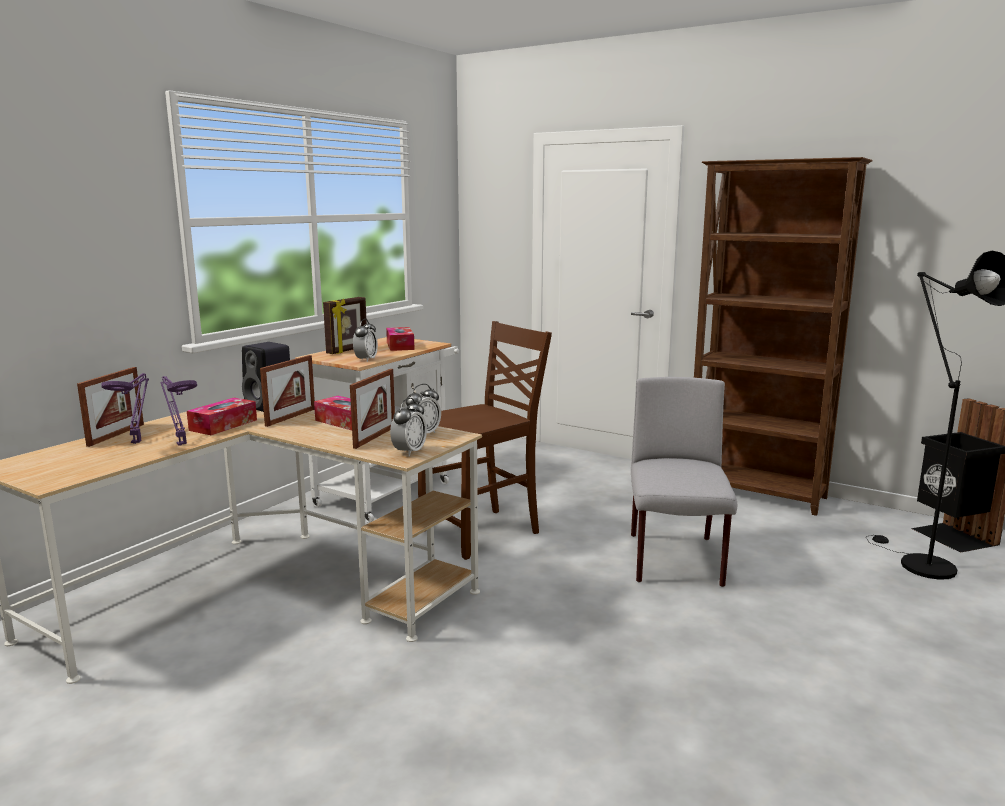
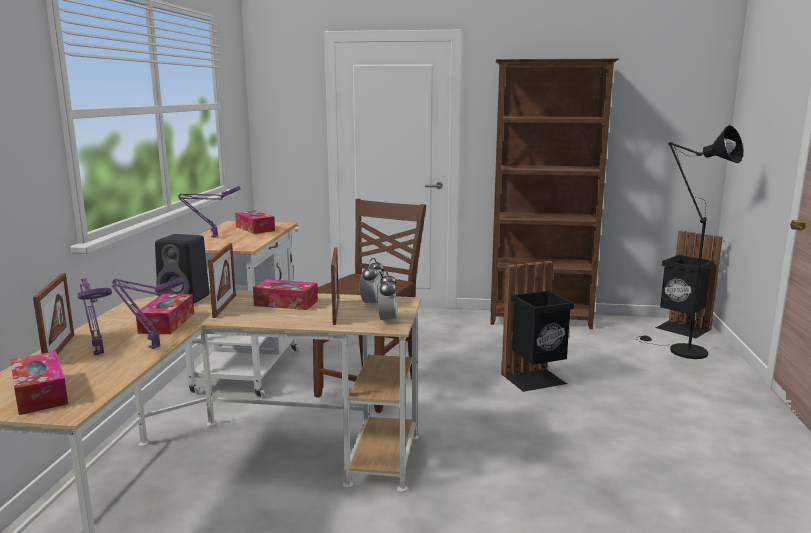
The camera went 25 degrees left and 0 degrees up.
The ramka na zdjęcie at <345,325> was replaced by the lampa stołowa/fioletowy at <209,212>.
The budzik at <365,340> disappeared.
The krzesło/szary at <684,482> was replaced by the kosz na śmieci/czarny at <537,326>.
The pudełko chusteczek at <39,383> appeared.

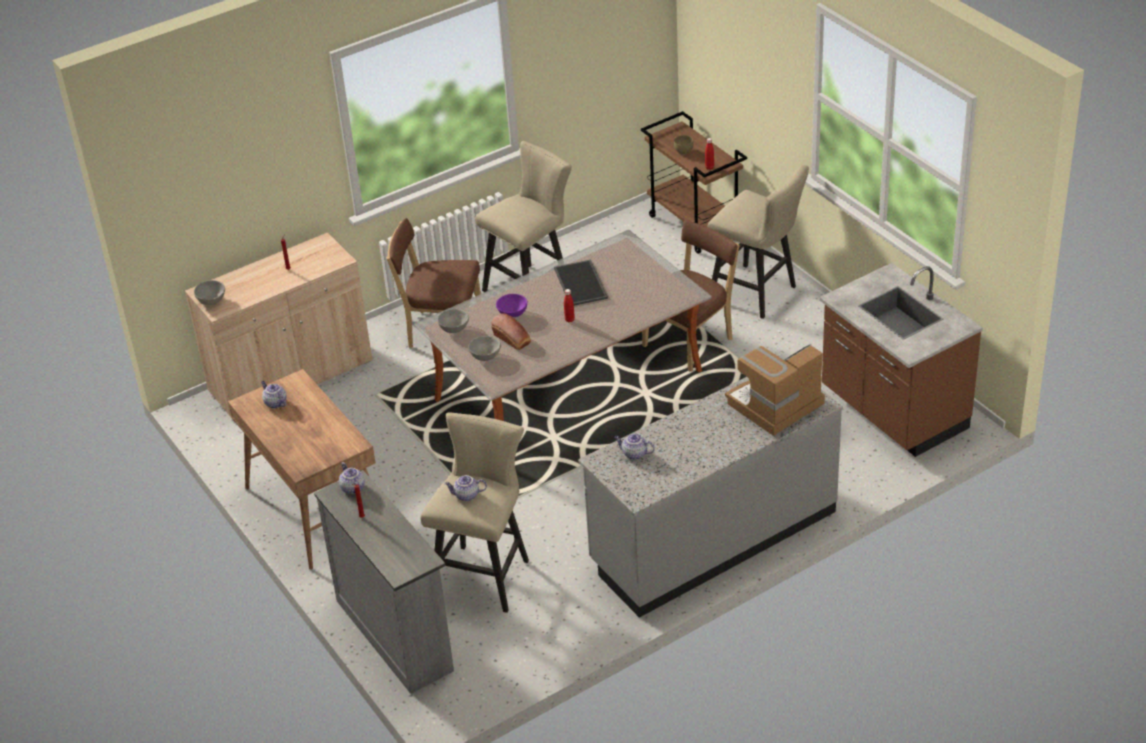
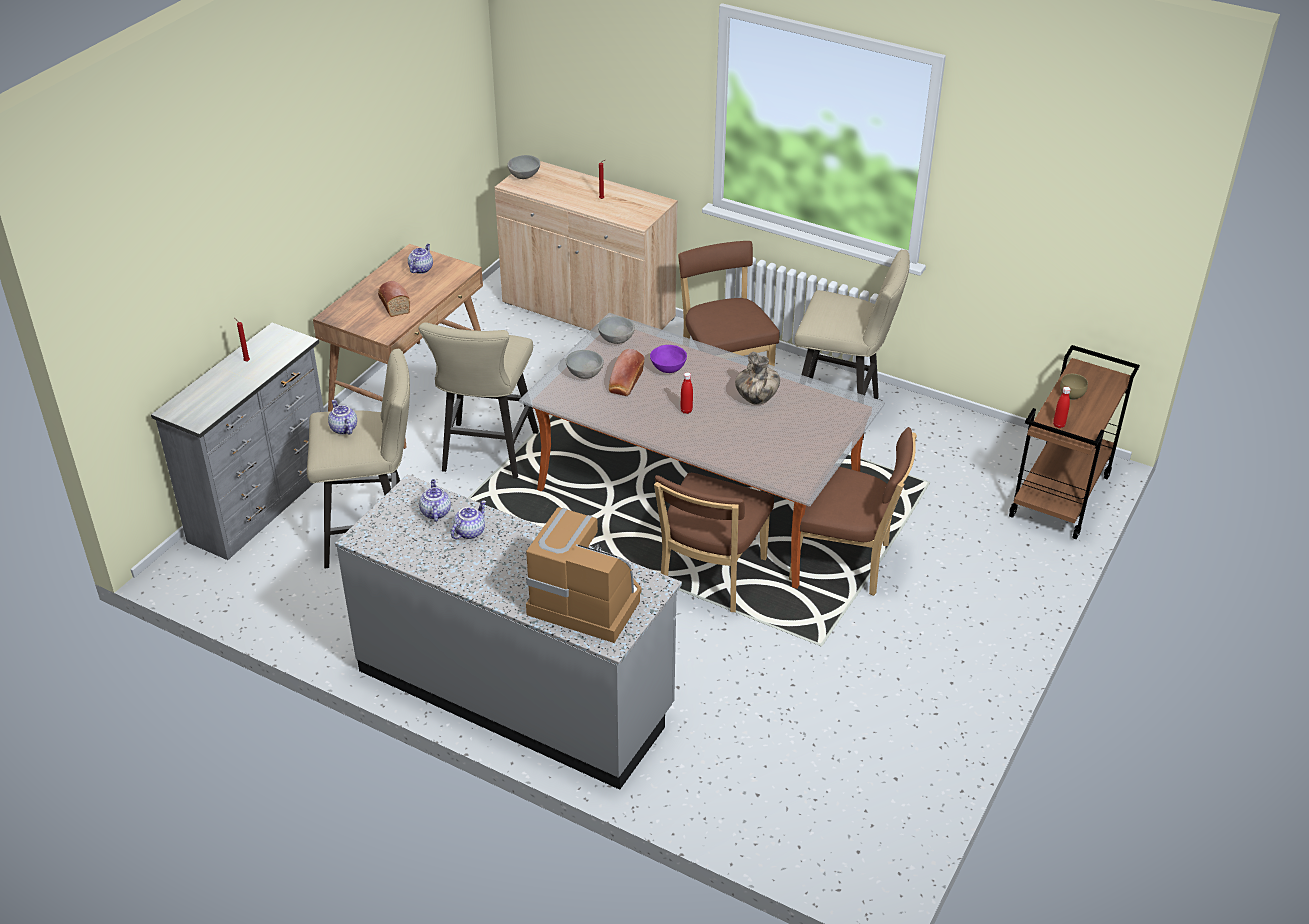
The camera went 60 degrees right and 0 degrees up.
The stołek/beżowy moved from <758,242> to <478,400>.
The taca at <581,283> was replaced by the wazon at <757,378>.
The zabudowa kuchenna/brązowy at <901,360> disappeared.
The imbryk moved from <352,478> to <468,520>.
The chleb at <394,299> appeared.
The krzesło/brązowy at <714,542> appeared.

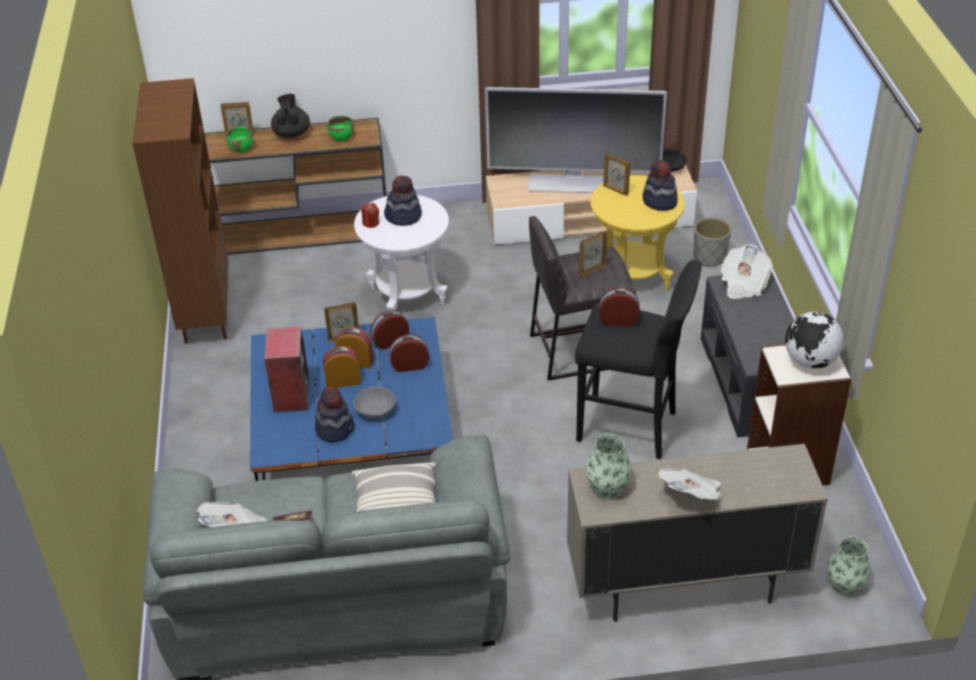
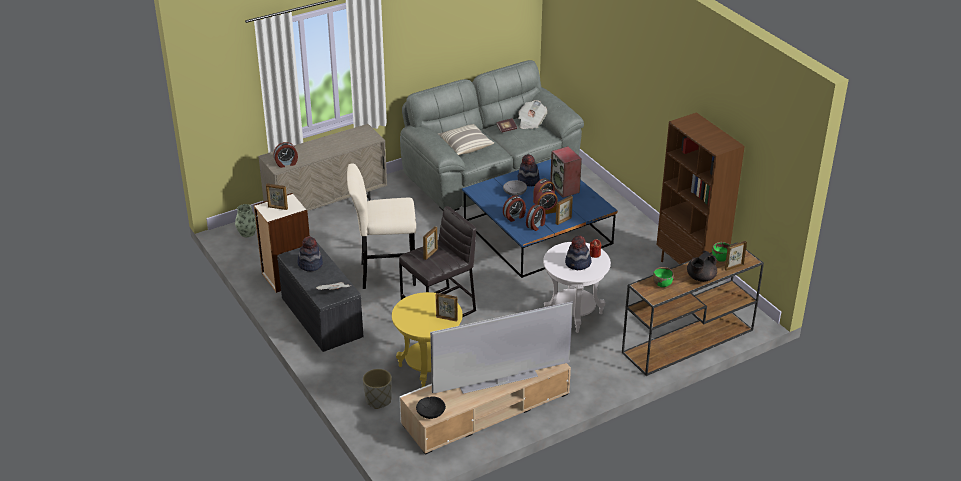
The camera went 155 degrees right and 5 degrees down.
The imbryk/czarny at <290,116> turned 75 degrees clockwise.
The kapelusz moved from <660,185> to <310,254>.
The stołek/czarny at <638,359> became the stołek/beżowy at <381,226>.
The budzik moved from <619,307> to <286,155>.
The globus at <814,340> was replaced by the ramka na zdjęcie at <277,196>.
The wazon at <609,466> disappeared.
The gazeta at <689,484> disappeared.

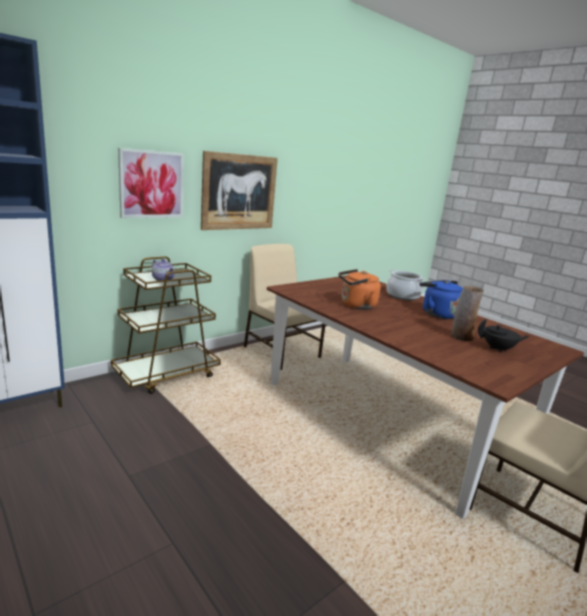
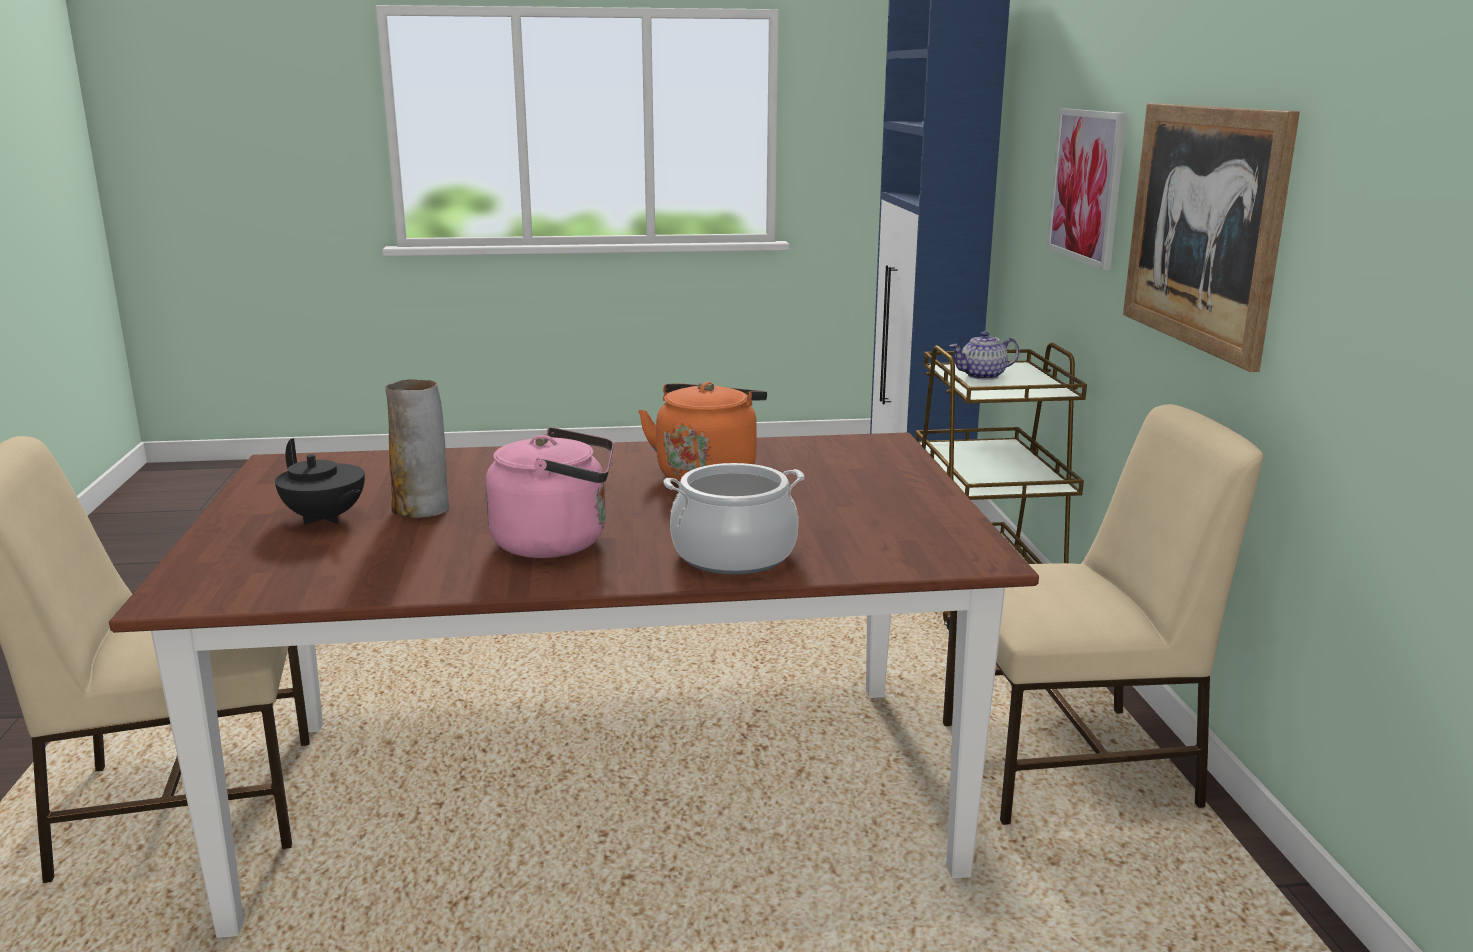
The camera went 125 degrees right and 0 degrees up.
The czajnik/niebieski at <441,299> became the czajnik/różowy at <549,492>.
The imbryk/czarny at <504,336> turned 90 degrees counterclockwise.

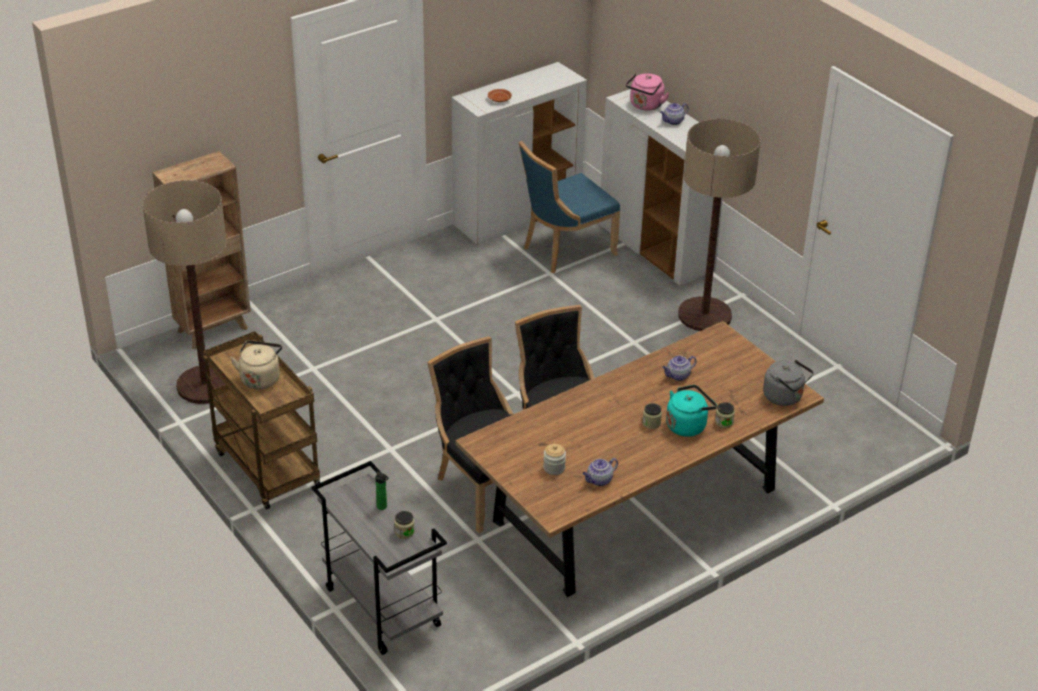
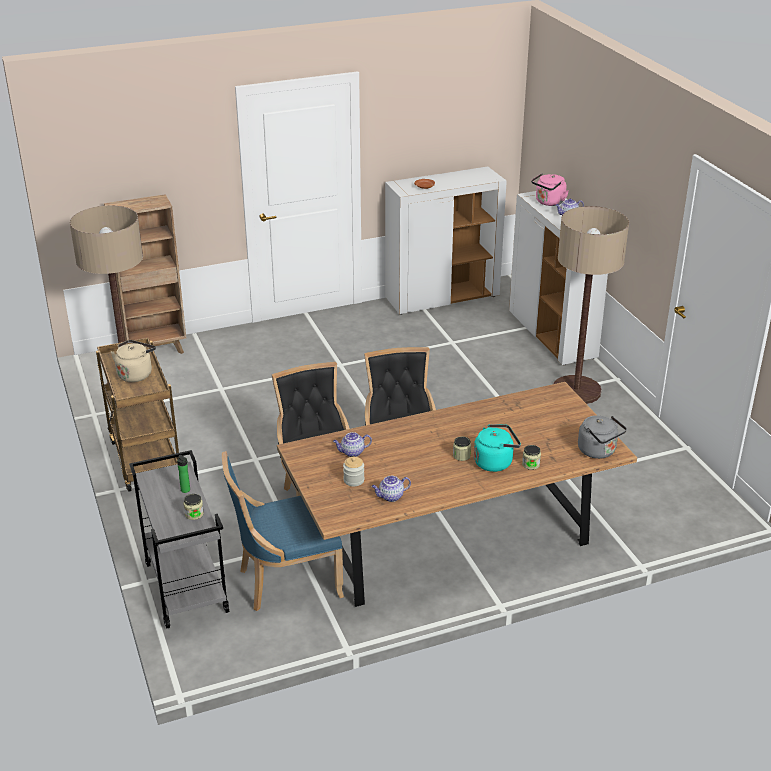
The camera went 15 degrees right and 5 degrees down.
The krzesło/niebieski moved from <569,207> to <283,531>.
The imbryk moved from <679,368> to <352,444>.

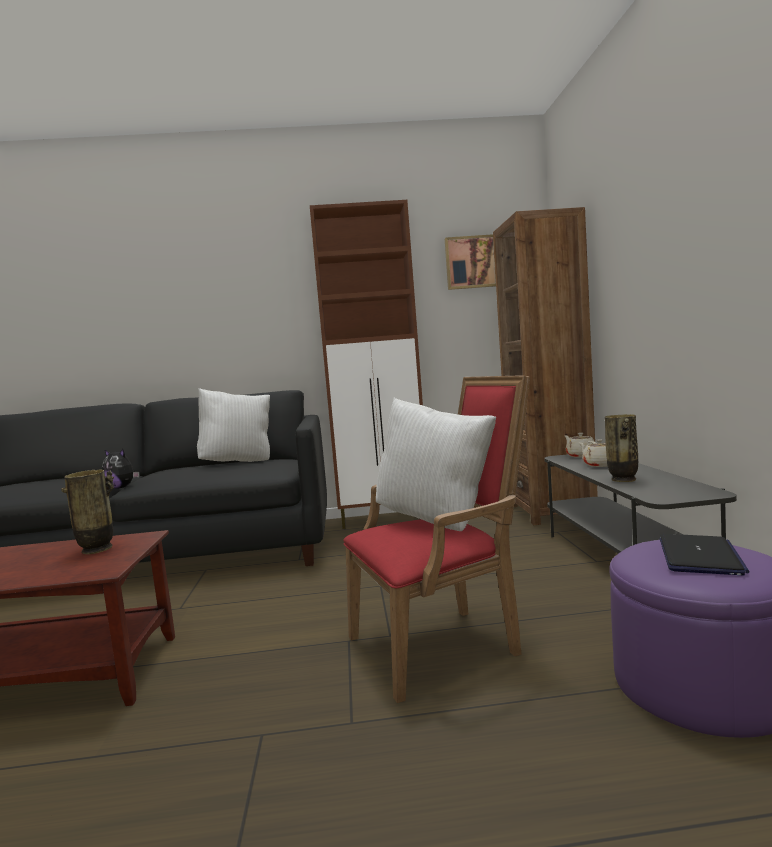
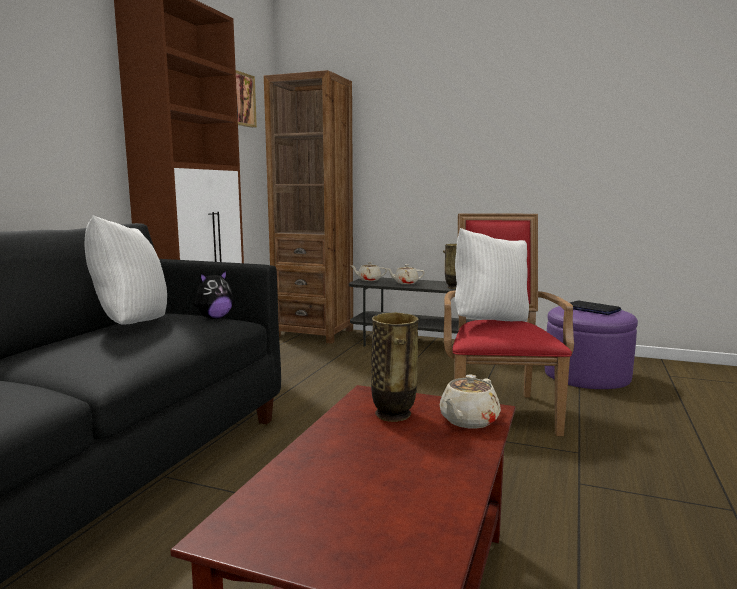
The camera went 65 degrees left and 5 degrees up.
The pluszak moved from <120,469> to <213,295>.
The imbryk/beżowy at <470,402> appeared.

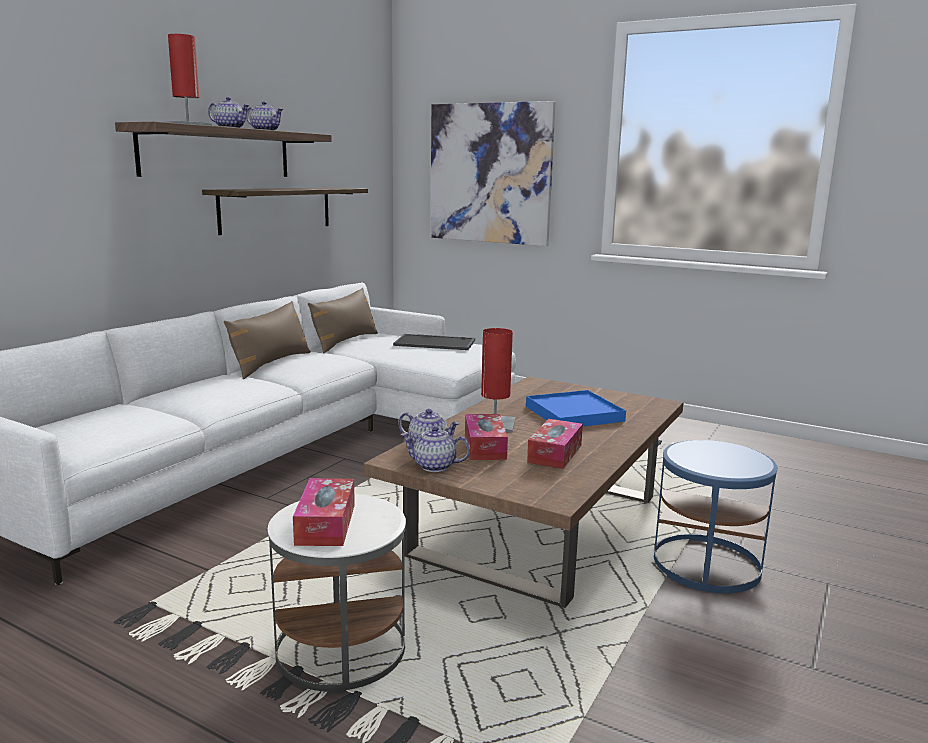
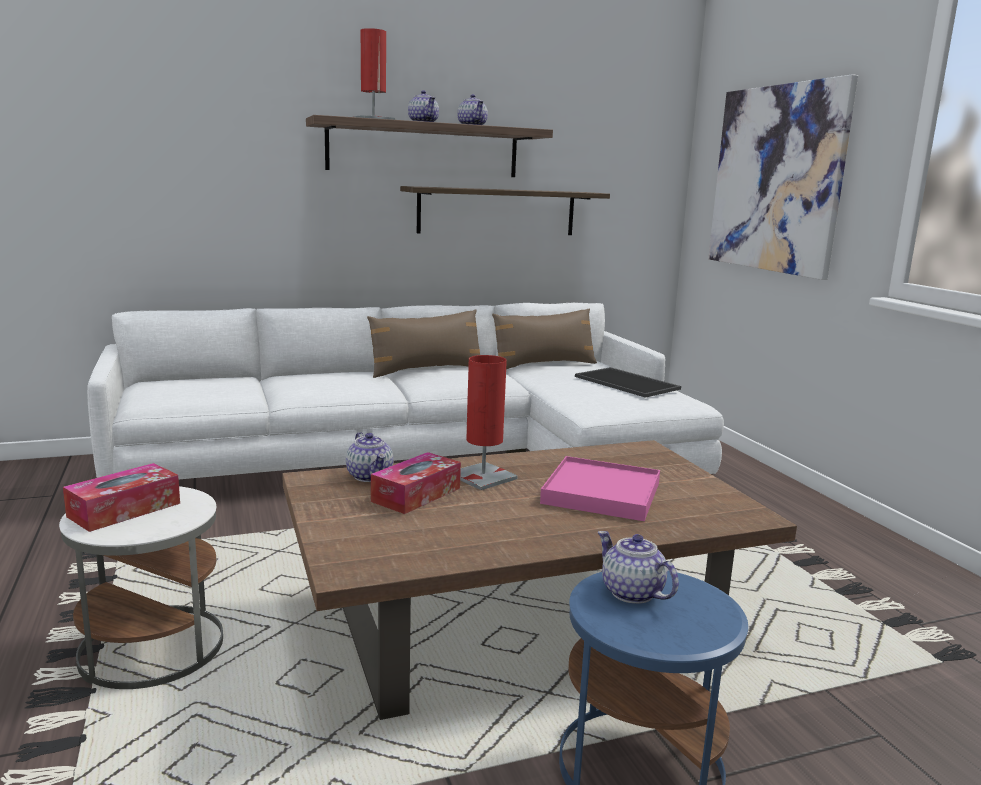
The camera went 40 degrees right and 0 degrees up.
The taca/niebieski at <576,408> became the taca/różowy at <600,488>.
The pudełko chusteczek at <555,444> disappeared.
The imbryk moved from <435,449> to <638,567>.

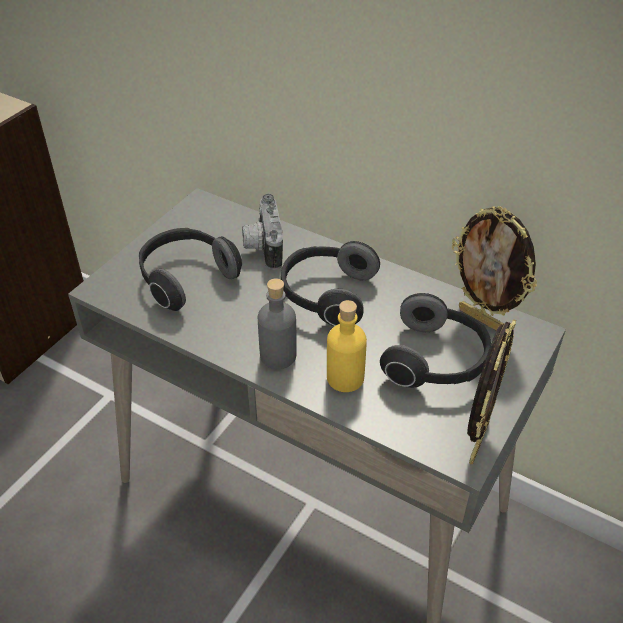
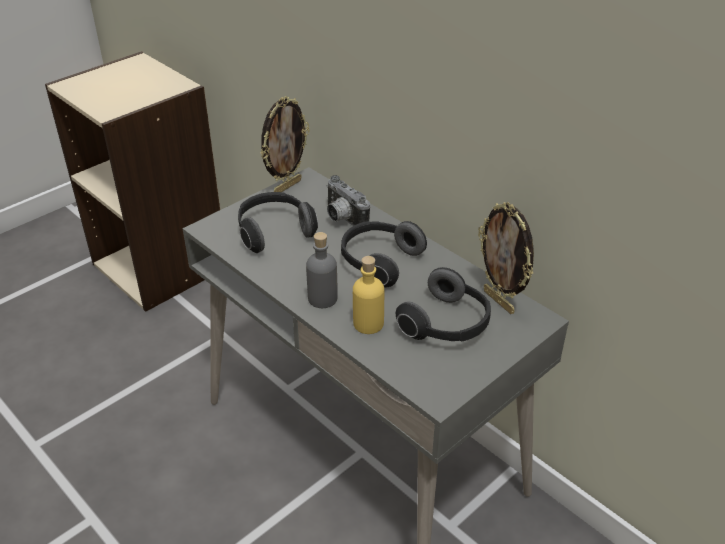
The camera went 15 degrees right and 5 degrees down.
The aparat fotograficzny at <262,232> turned 45 degrees counterclockwise.
The ramka na zdjęcie moved from <491,392> to <285,144>.

